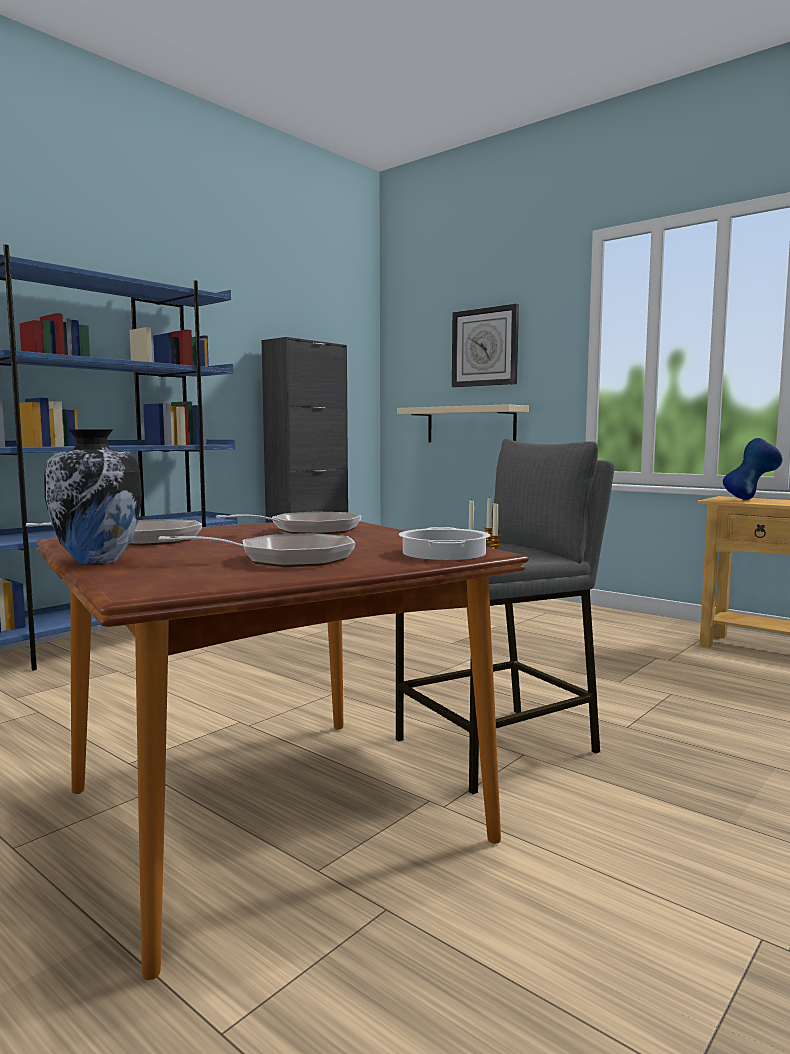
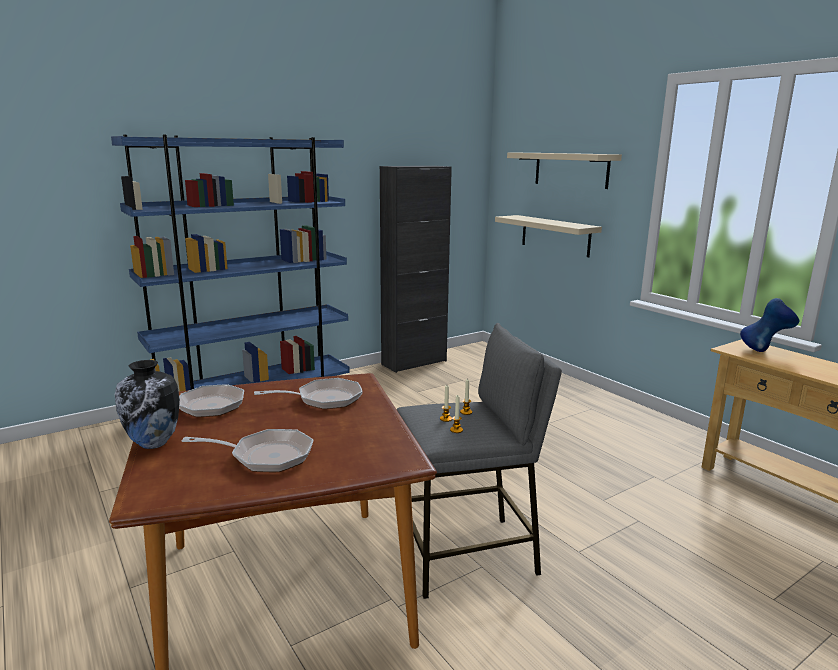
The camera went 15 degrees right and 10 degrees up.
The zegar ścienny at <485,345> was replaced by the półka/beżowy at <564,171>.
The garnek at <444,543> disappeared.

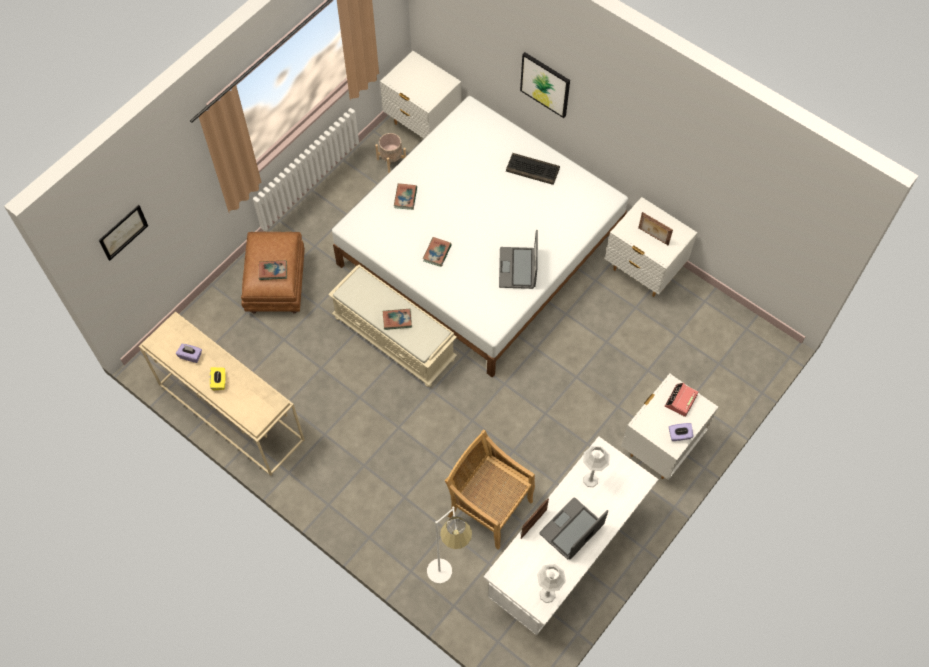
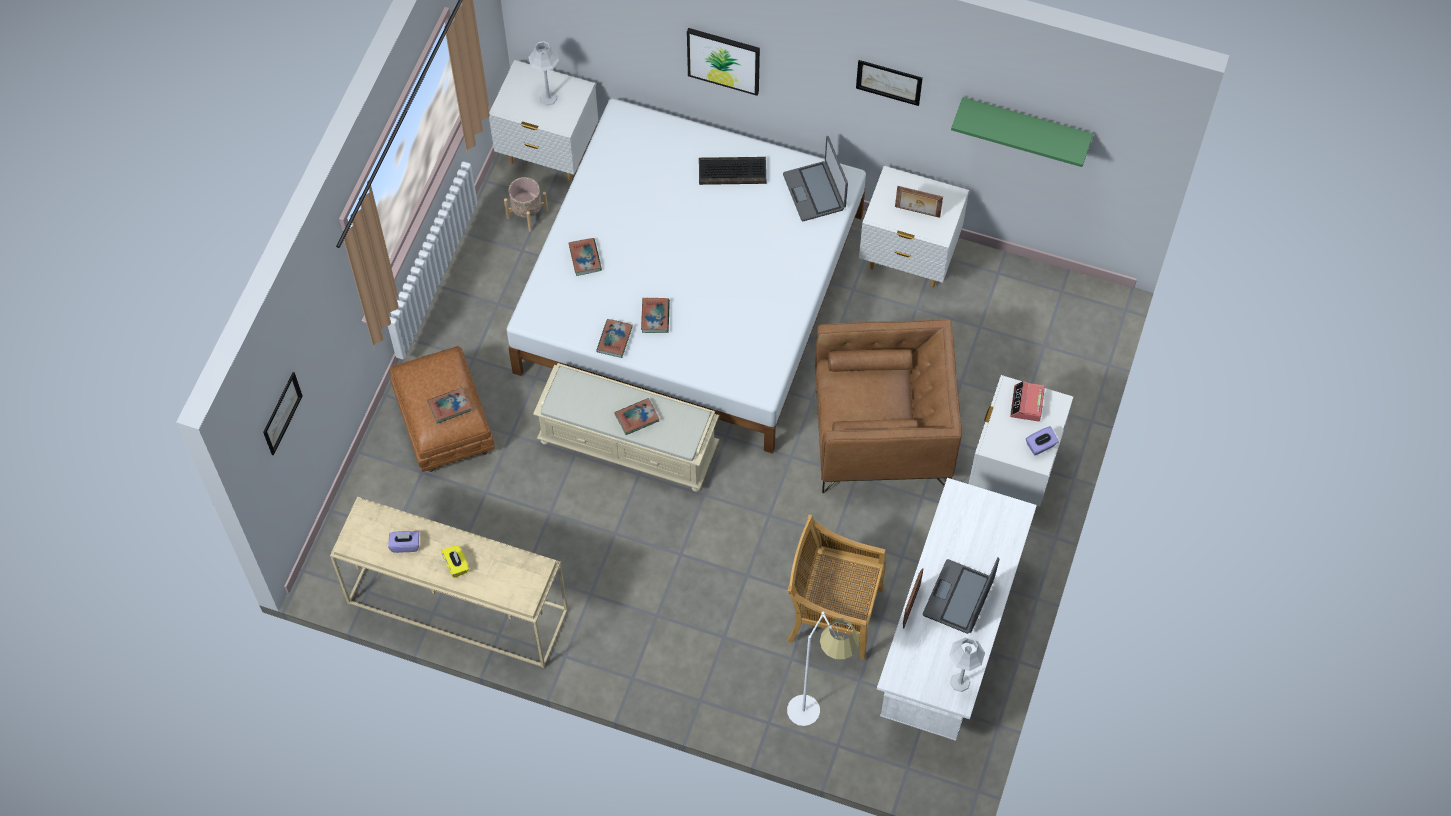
The camera went 20 degrees left and 0 degrees up.
The laptop moved from <518,259> to <815,178>.
The lampa stołowa/szary moved from <596,466> to <543,73>.
The obraz at <889,83> appeared.
The półka/zielony at <1022,132> appeared.
The książka at <614,338> appeared.
The fotel/brązowy at <888,406> appeared.

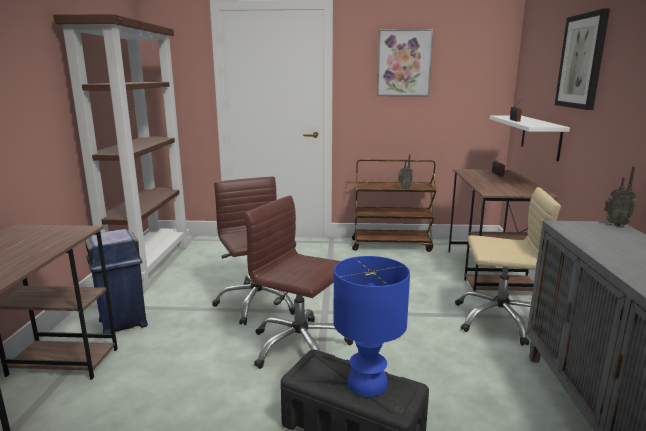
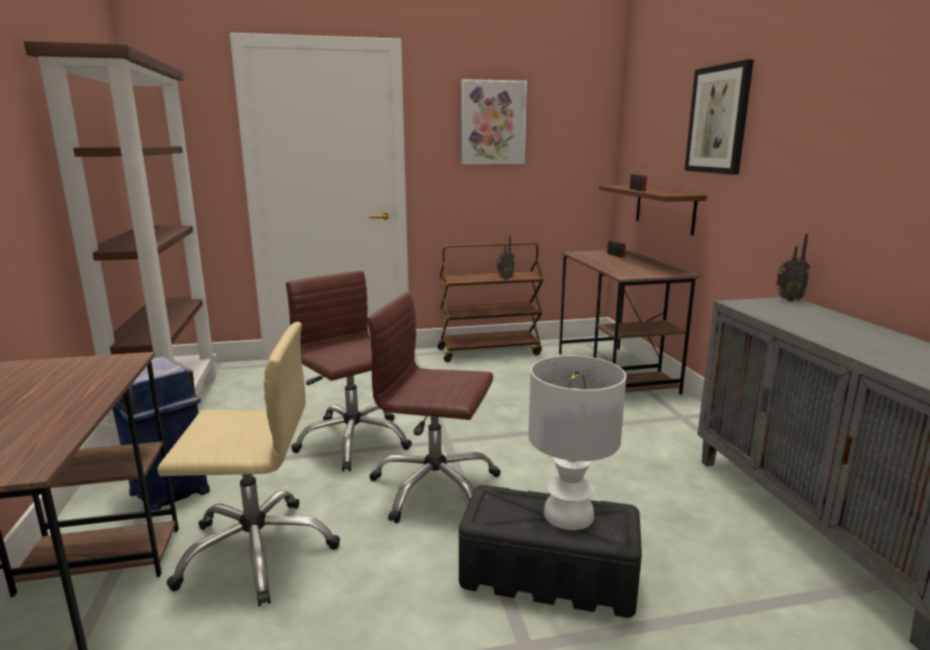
The camera went 15 degrees left and 0 degrees up.
The półka/biały at <529,138> became the półka/brązowy at <653,210>.
The krzesło biurowe/beżowy moved from <508,266> to <248,464>.
The lampa stołowa/niebieski at <371,326> became the lampa stołowa/biały at <577,443>.

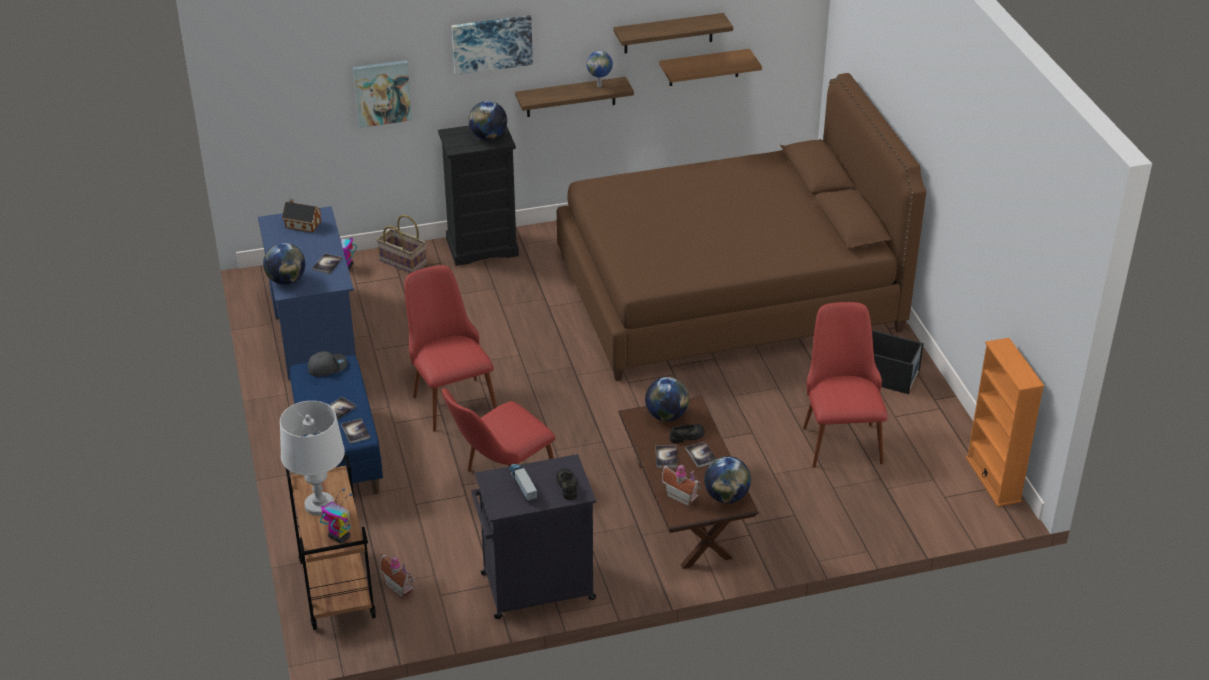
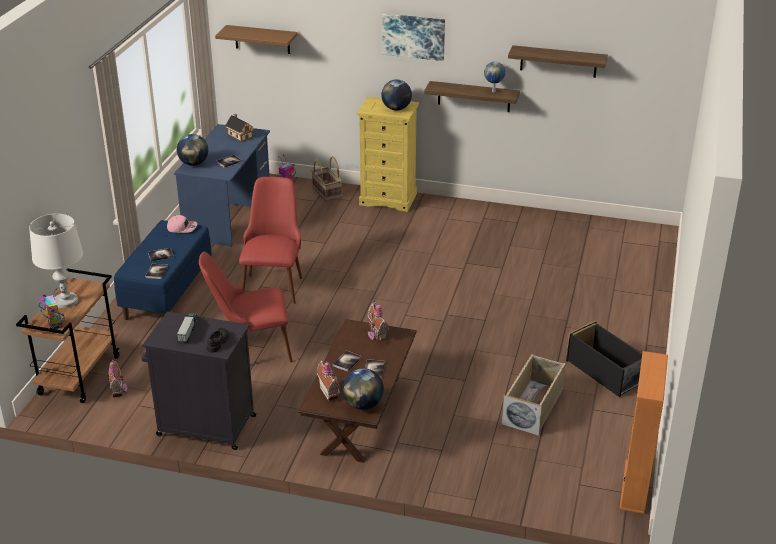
The camera went 30 degrees right and 5 degrees down.
The półka/brązowy moved from <710,67> to <256,39>.
The obraz at <382,94> disappeared.
The łóżko/brązowy at <741,227> disappeared.
The komoda/czarny at <478,196> became the komoda/żółty at <388,154>.
The krzesło/czerwony at <845,385> was replaced by the pojemnik do przechowywania/beżowy at <534,395>.
The czapka z daszkiem/szary at <327,364> became the czapka z daszkiem/różowy at <182,224>.
The globus at <667,399> was replaced by the domek at <378,319>.
The but/czarny at <687,433> disappeared.

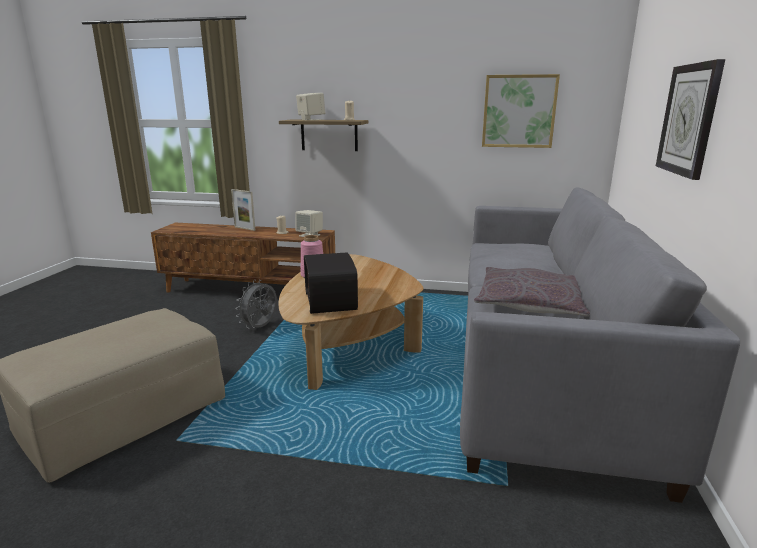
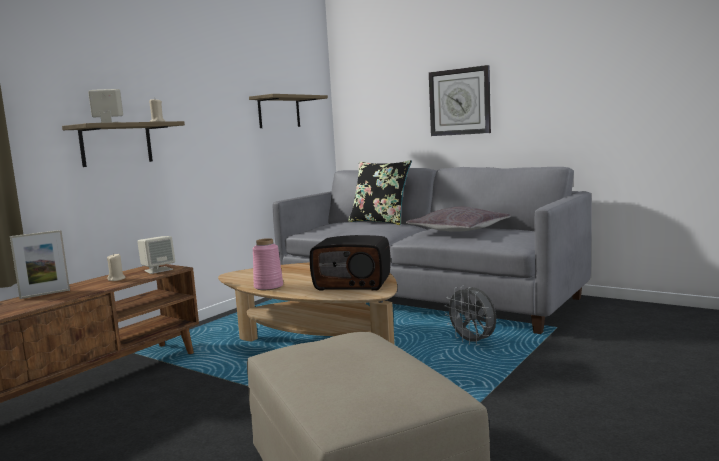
The camera went 65 degrees left and 10 degrees down.
The obraz at <521,111> was replaced by the półka at <288,111>.
The wentylator/szary moved from <256,304> to <470,315>.
The poduszka/czarny at <380,192> appeared.

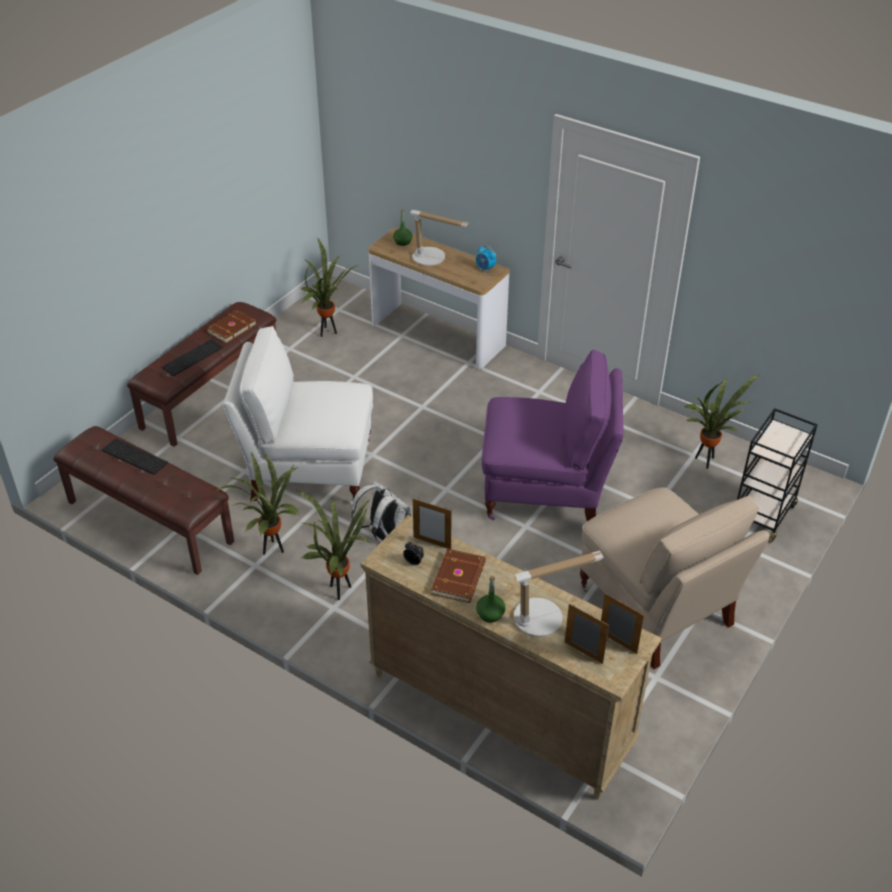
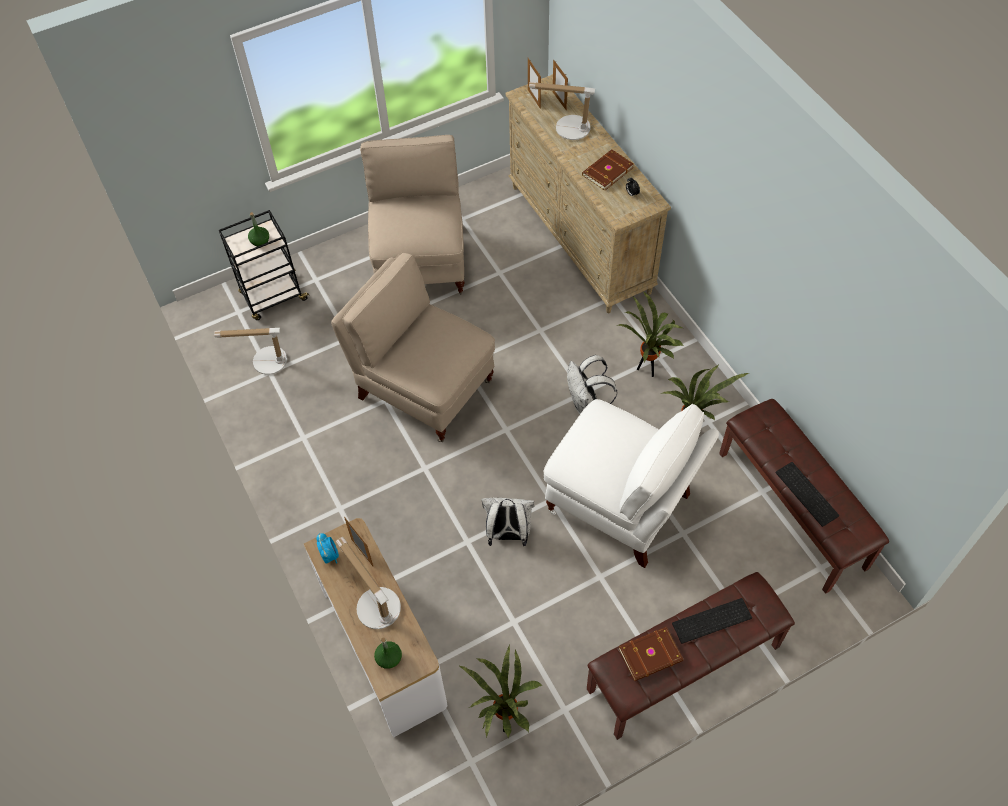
The camera went 150 degrees left and 15 degrees up.
The krzesło/fioletowy at <553,435> became the krzesło/beżowy at <413,347>.
The roślina doniczkowa at <722,421> was replaced by the lampa stołowa at <250,351>.
The ramka na zdjęcie moved from <432,524> to <358,541>.
The butelka/zielony moved from <491,599> to <258,229>.
The plecak/biały at <508,522> appeared.

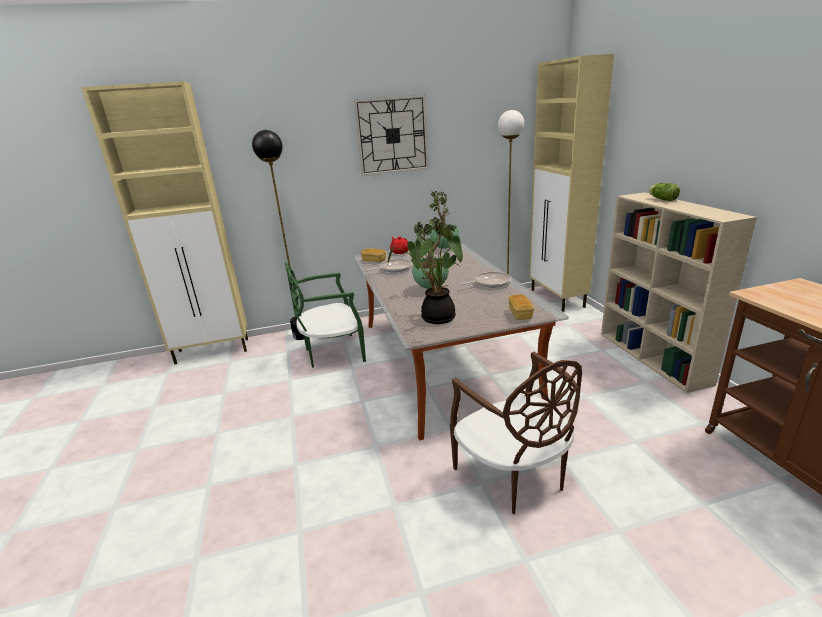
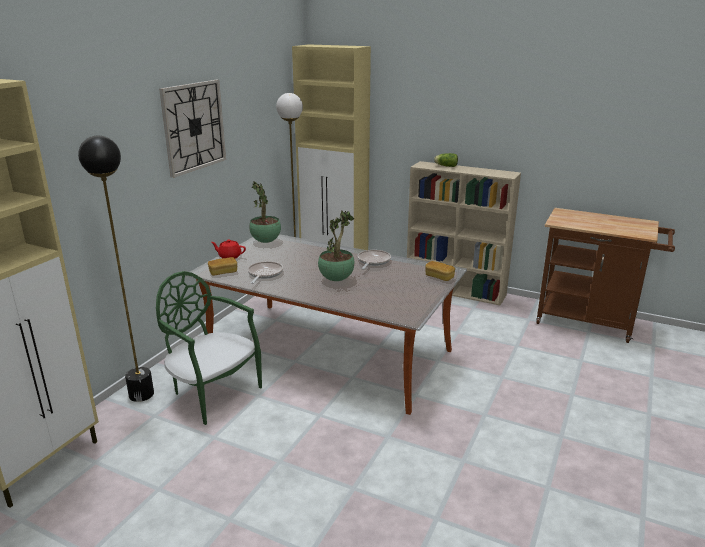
The camera went 50 degrees left and 0 degrees up.
The roślina doniczkowa at <425,275> disappeared.
The krzesło/zielony at <325,315> turned 105 degrees clockwise.
The krzesło/brązowy at <516,433> disappeared.

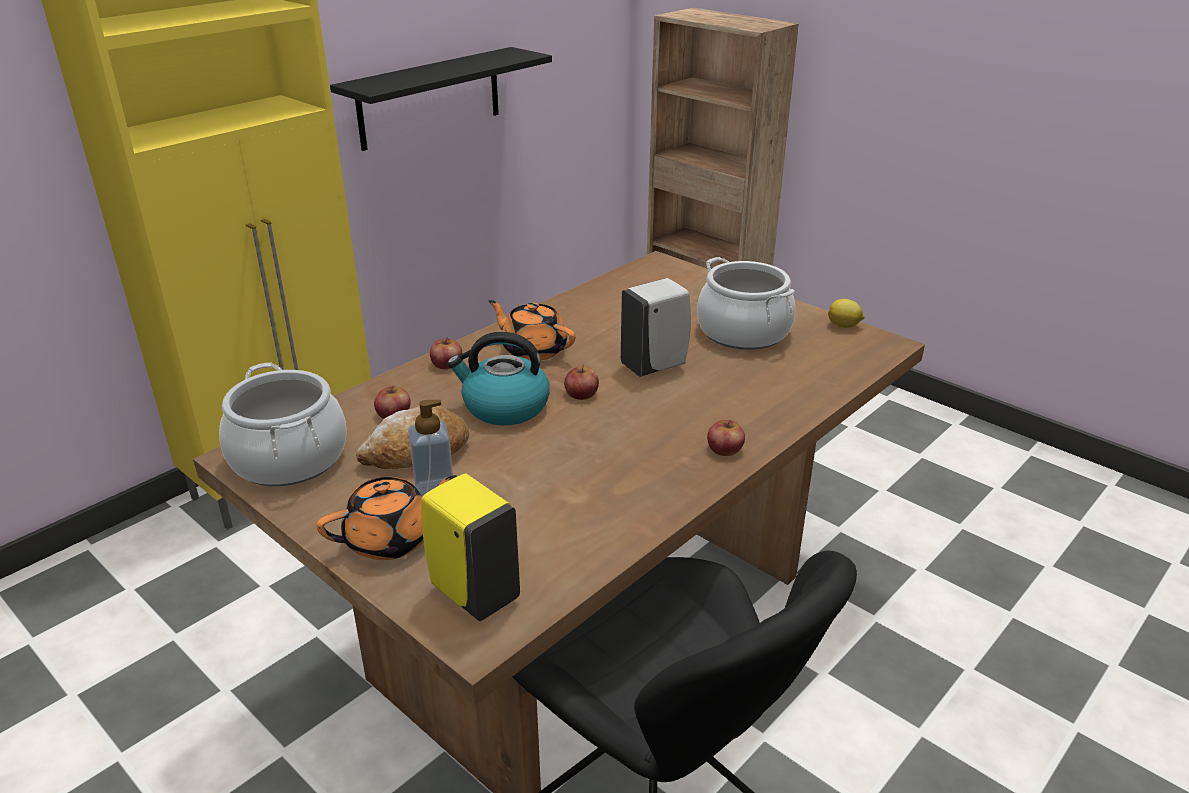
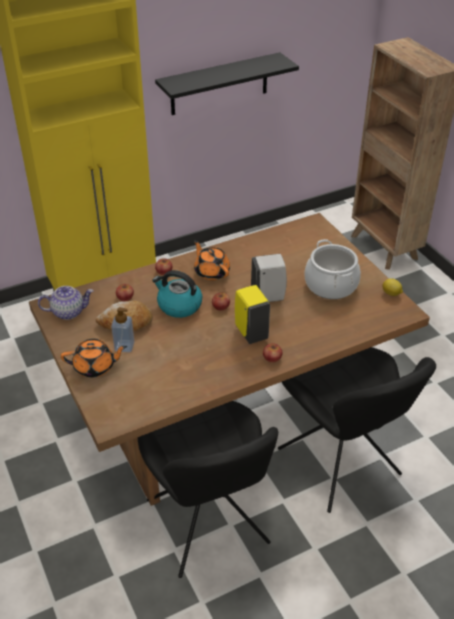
The camera went 20 degrees right and 10 degrees up.
The garnek at <283,424> was replaced by the imbryk at <65,303>.
The dozownik mydła/żółty moved from <470,547> to <252,314>.
The krzesło/czarny at <357,430> appeared.

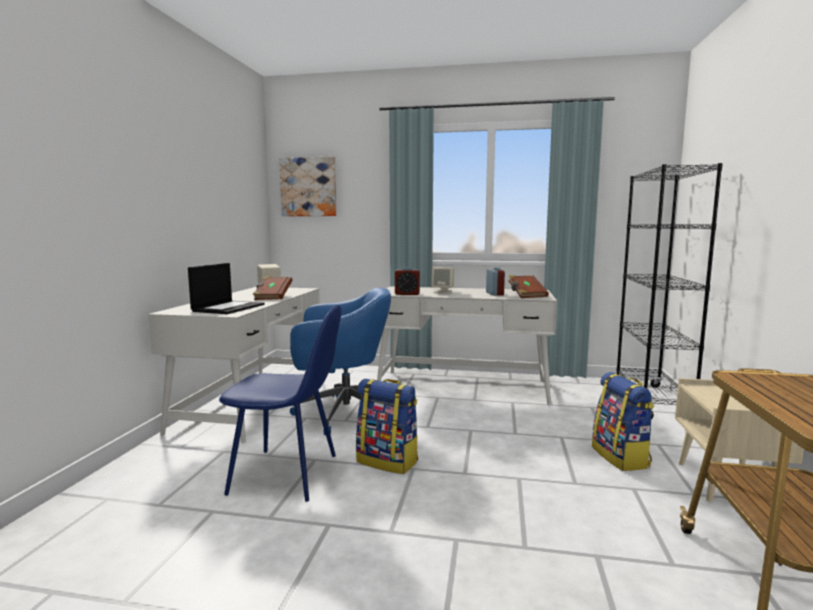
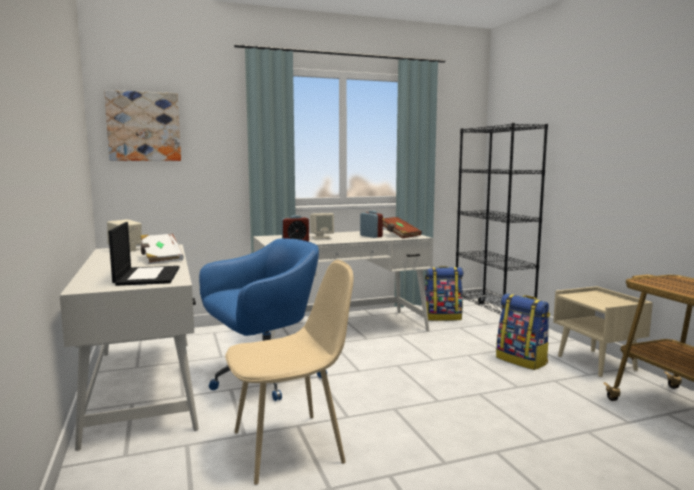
The camera went 30 degrees left and 0 degrees up.
The książka/brązowy at <272,288> became the książka/biały at <162,249>.
The krzesło/niebieski at <280,404> became the krzesło/beżowy at <289,372>.
The plecak moved from <387,426> to <444,293>.

